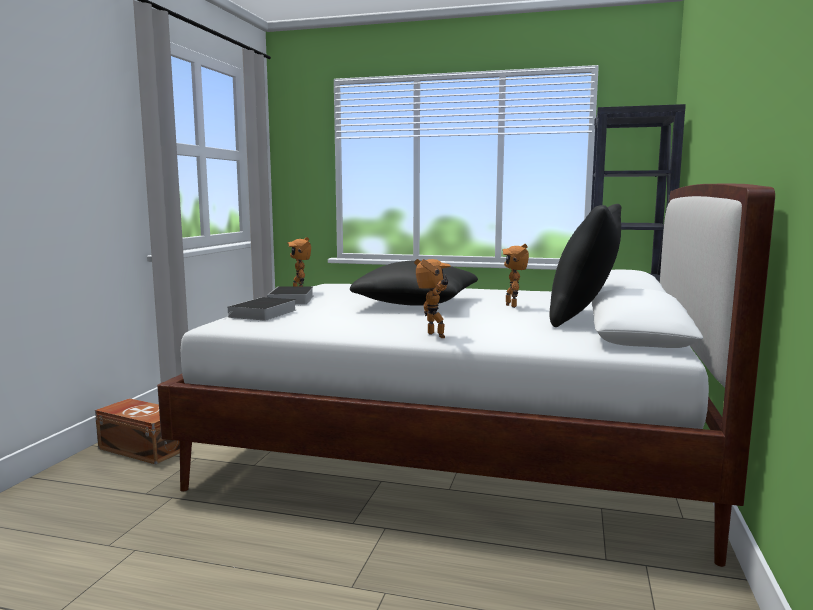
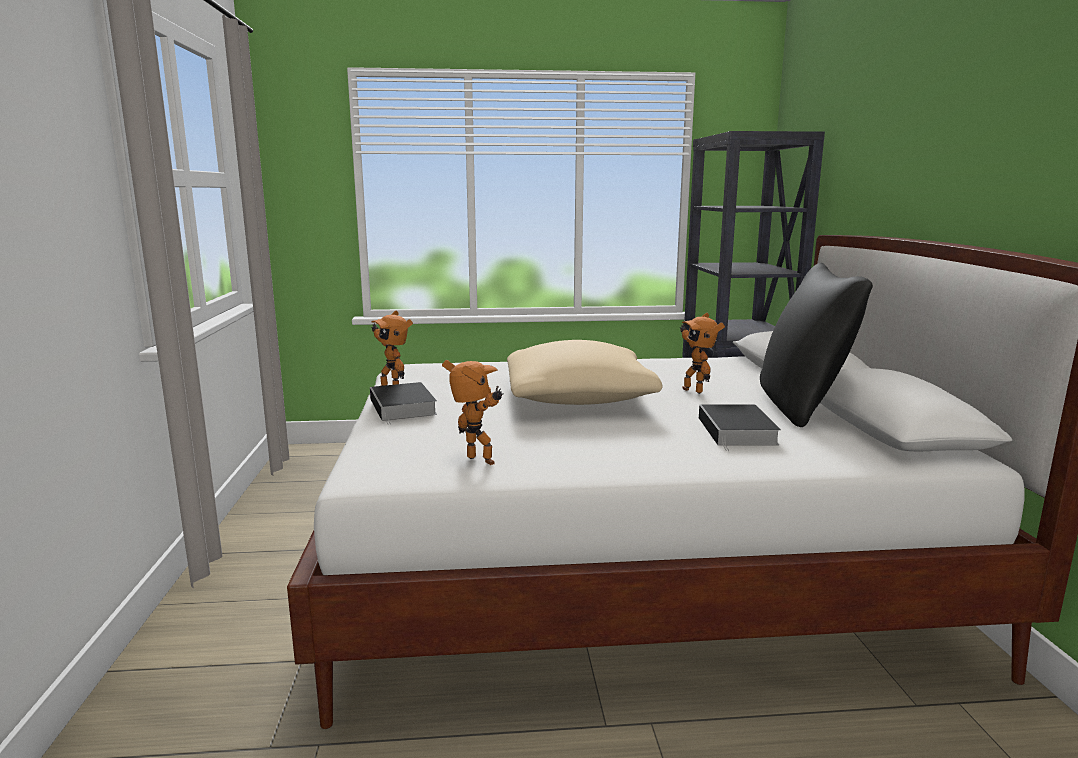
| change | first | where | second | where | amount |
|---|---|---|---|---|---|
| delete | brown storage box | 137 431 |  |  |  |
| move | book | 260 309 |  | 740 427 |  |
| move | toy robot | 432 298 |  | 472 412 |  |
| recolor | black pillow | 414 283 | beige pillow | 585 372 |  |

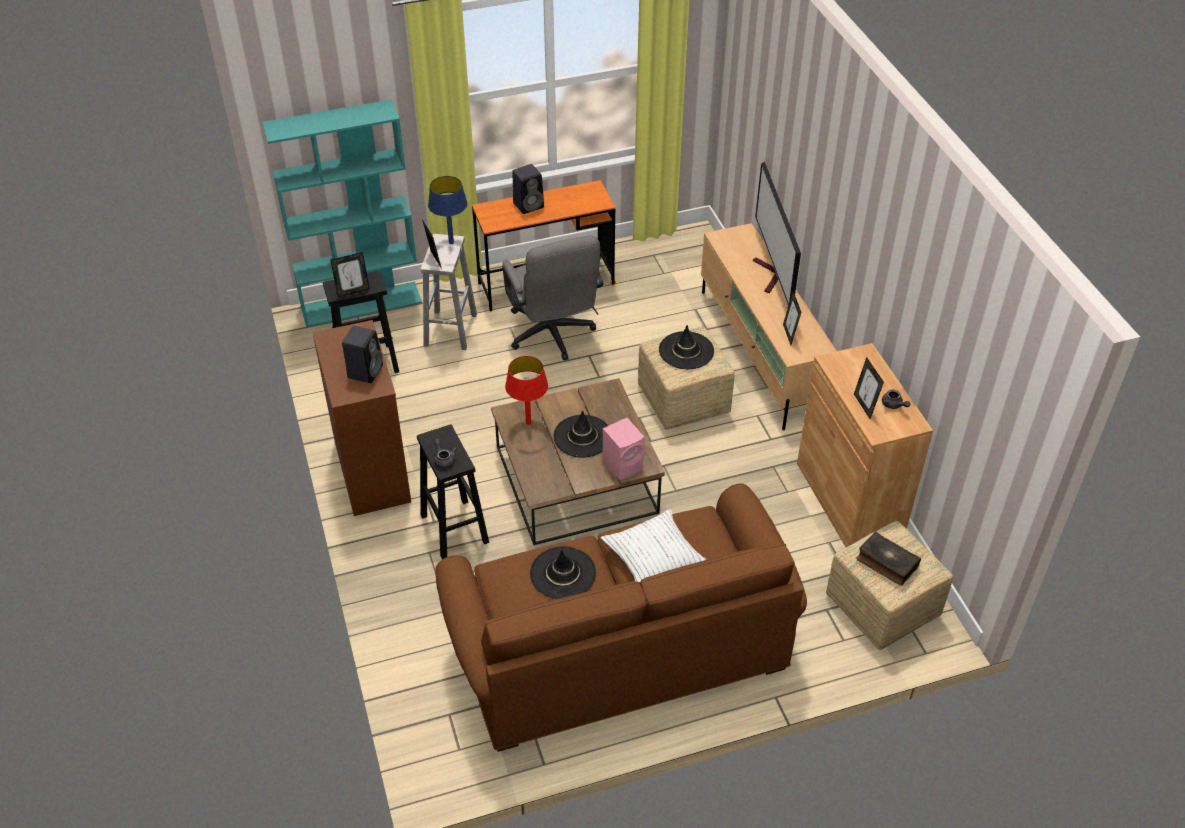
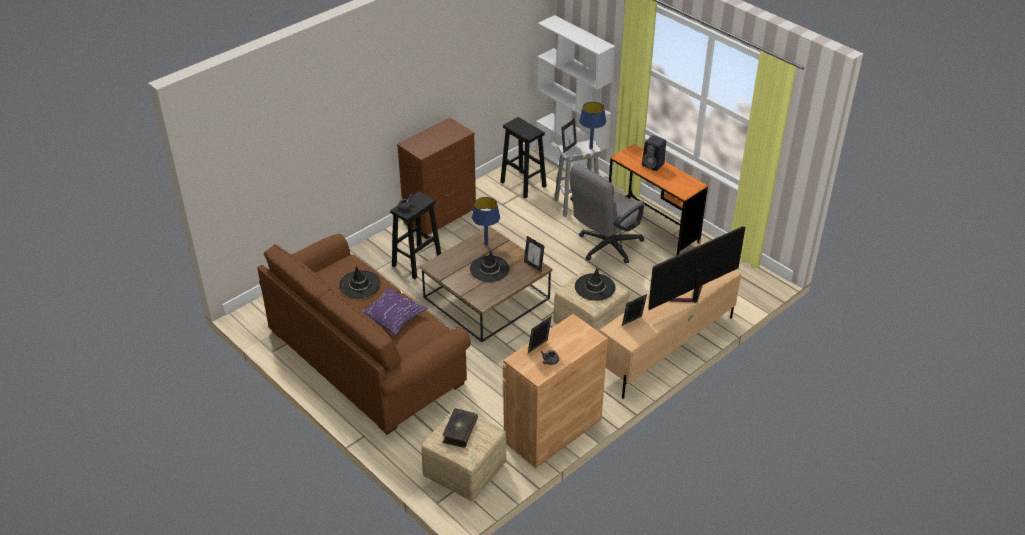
| change | first | where | second | where | amount |
|---|---|---|---|---|---|
| delete | black speaker | 362 354 |  |  |  |
| delete | pink speaker | 624 449 |  |  |  |
| move | picture frame | 350 274 |  | 534 254 |  |
| recolor | turquoise bookcase | 342 213 | white bookcase | 576 96 |  |
| recolor | red table lamp | 526 390 | blue table lamp | 486 221 |  |
| recolor | white pillow | 654 545 | purple pillow | 395 311 |  |

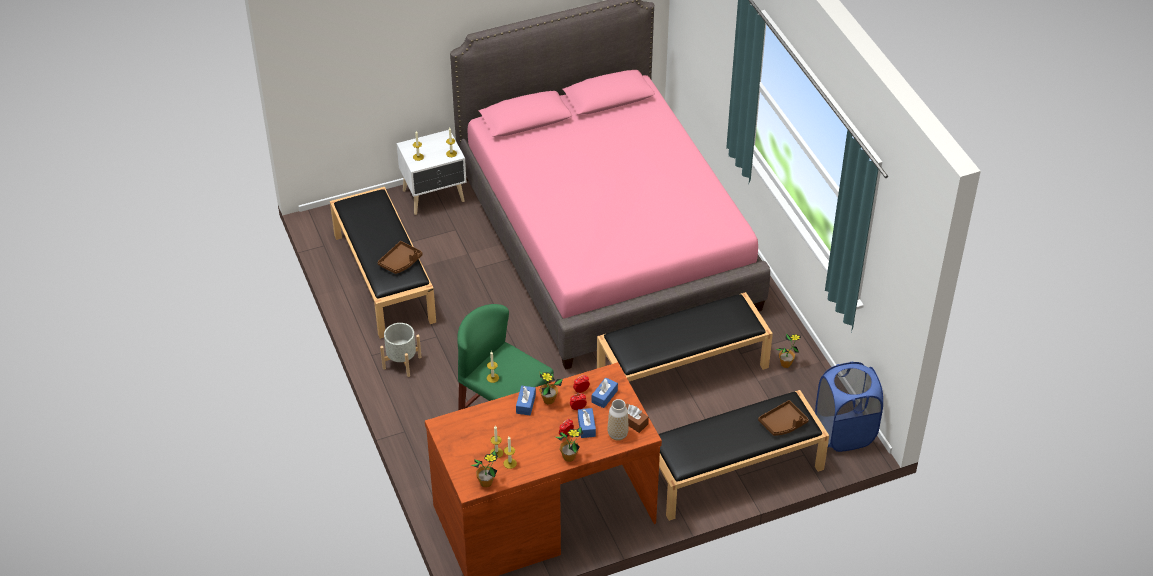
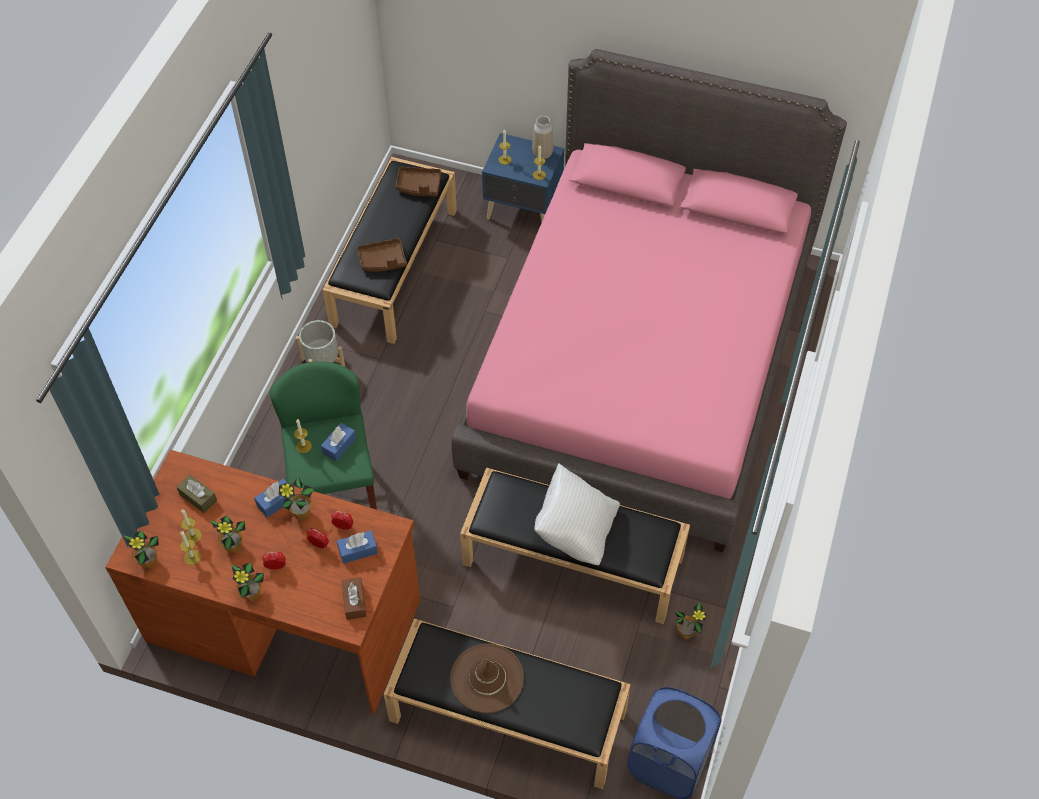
| change | first | where | second | where | amount |
|---|---|---|---|---|---|
| insert |  |  | brown tissue box | 197 494 |  |
| insert |  |  | potted plant | 227 535 |  |
| insert |  |  | brown hat | 487 678 |  |
| insert |  |  | white pillow | 577 514 |  |
| move | blue tissue box | 587 423 |  | 338 442 |  |
| move | vase | 618 420 |  | 542 137 |  |
| move | brown tray | 783 418 |  | 418 182 |  |
| recolor | white nightstand | 432 172 | blue nightstand | 523 178 |  |

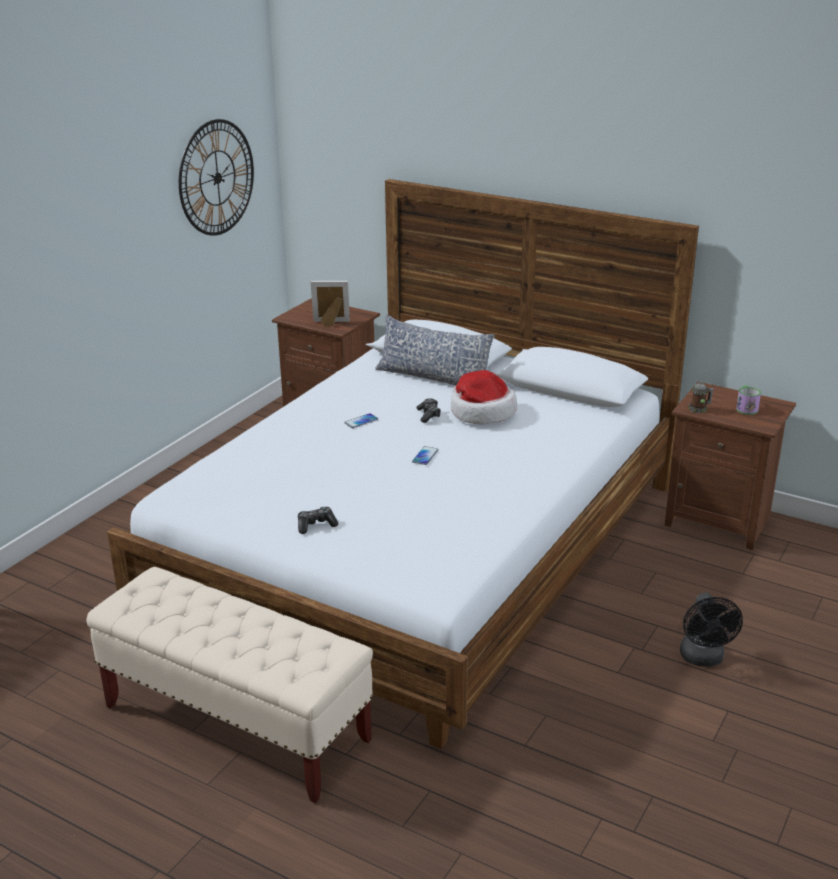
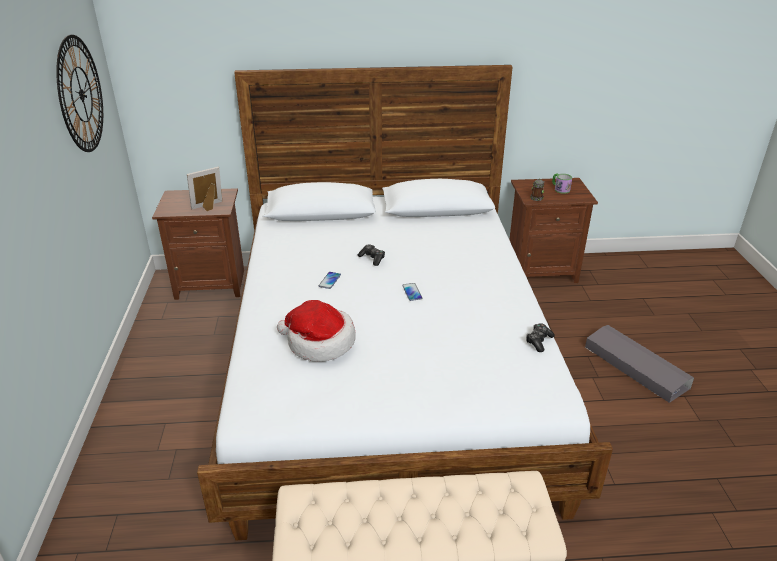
| change | first | where | second | where | amount |
|---|---|---|---|---|---|
| delete | pillow | 435 350 |  |  |  |
| move | game controller | 318 520 |  | 540 337 |  |
| move | hat | 484 397 |  | 316 331 |  |
| replace | black fan | 711 630 | grey storage box | 639 364 |  |

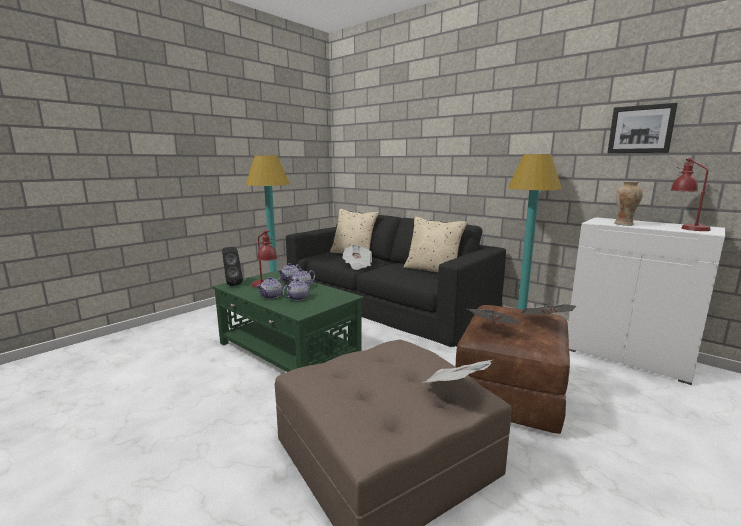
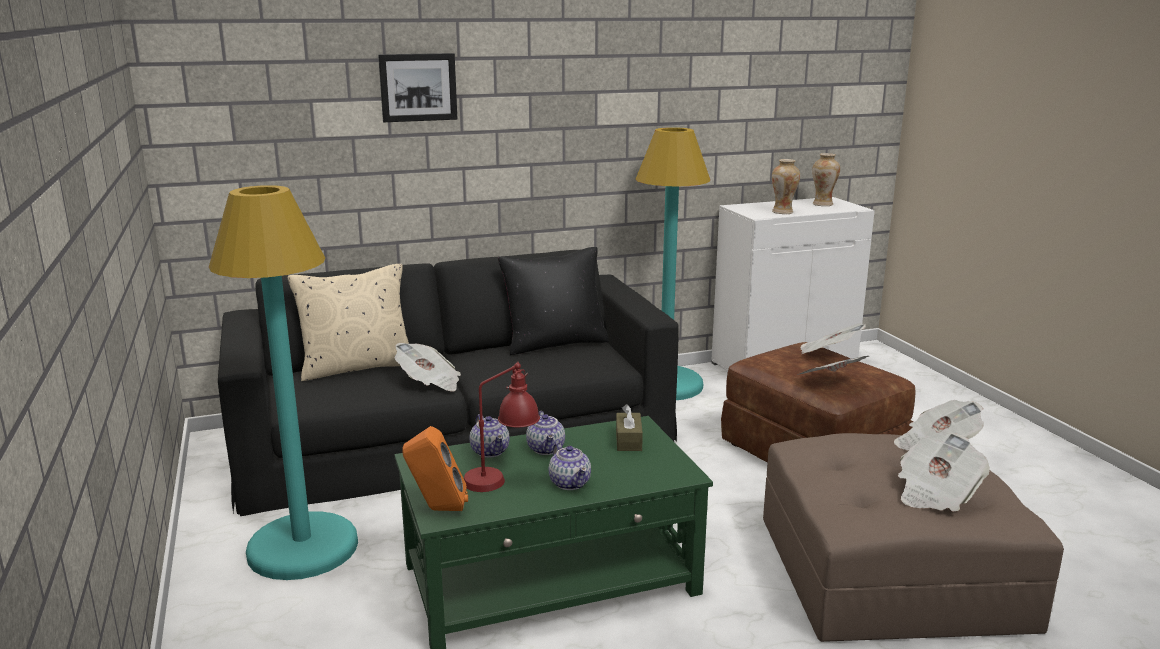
| change | first | where | second | where | amount |
|---|---|---|---|---|---|
| delete | teapot | 297 289 |  |  |  |
| insert |  |  | brown tissue box | 629 427 |  |
| insert |  |  | newspaper | 944 472 |  |
| move | picture | 642 128 |  | 417 87 |  |
| replace | red table lamp | 691 194 | vase | 826 179 |  |
| recolor | black speaker | 232 266 | orange speaker | 435 468 |  |
| recolor | beige pillow | 436 244 | black pillow | 553 301 |  |

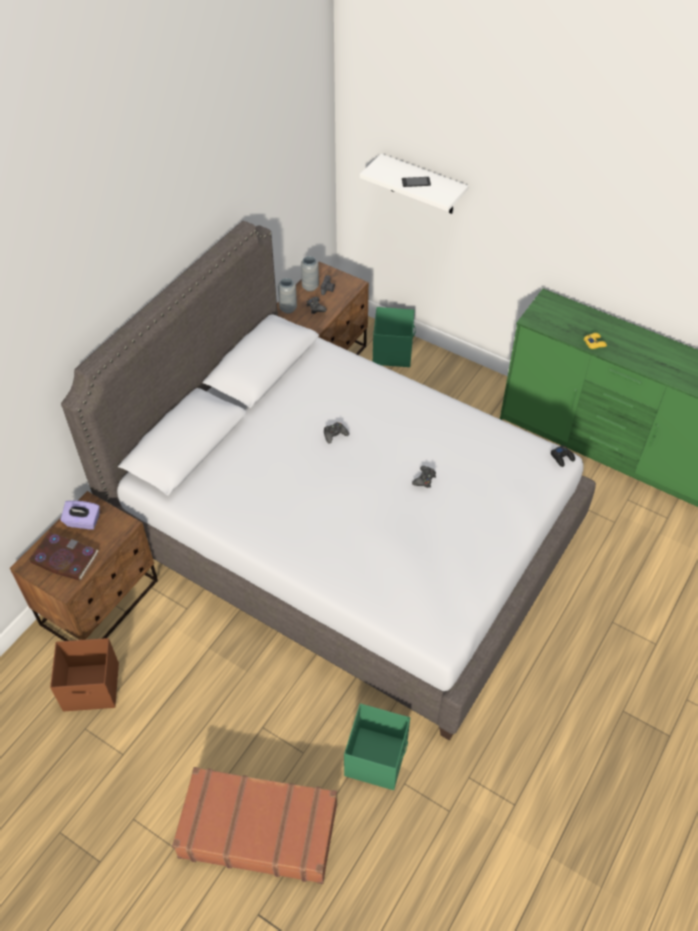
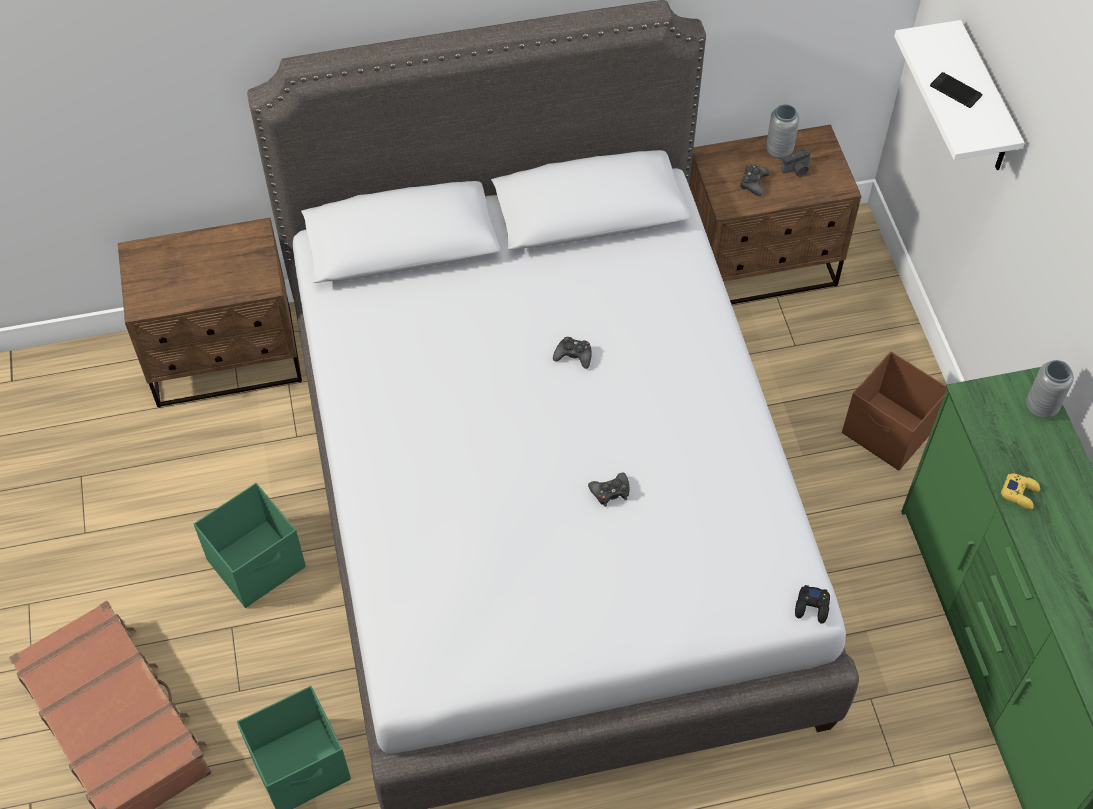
| change | first | where | second | where | amount |
|---|---|---|---|---|---|
| delete | book | 64 556 |  |  |  |
| delete | purple tissue box | 80 515 |  |  |  |
| move | brown storage box | 84 675 |  | 894 411 |  |
| move | grey vase | 287 295 |  | 1050 389 |  |
| move | green storage box | 394 337 |  | 250 545 |  |

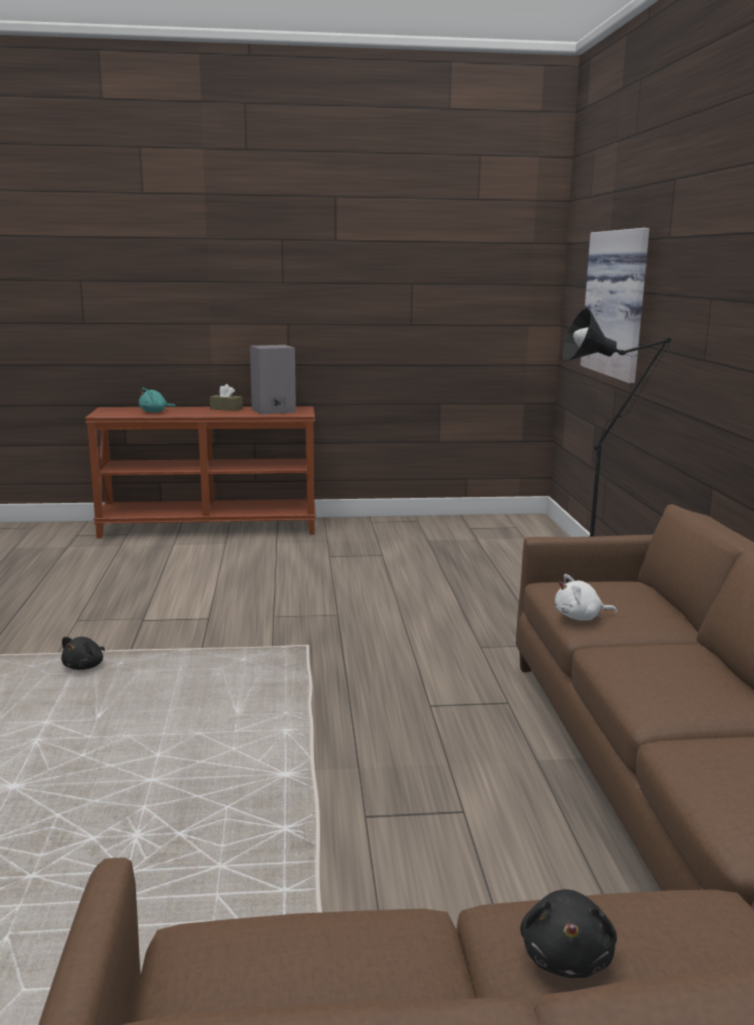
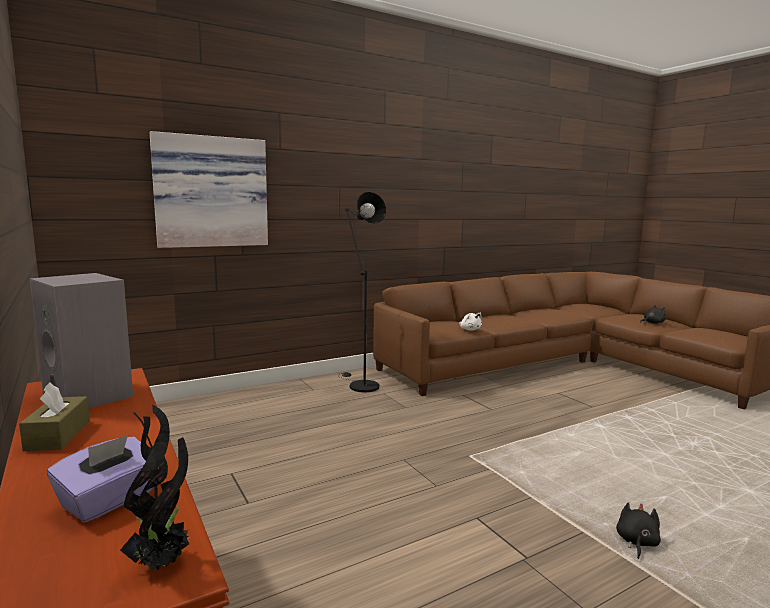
| change | first | where | second | where | amount |
|---|---|---|---|---|---|
| insert |  |  | potted plant | 156 487 |  |
| replace | turquoise plush toy | 157 399 | purple tissue box | 99 478 |  |
| rotate | black plush toy | 83 653 |  | 638 530 | 60 degrees counterclockwise |

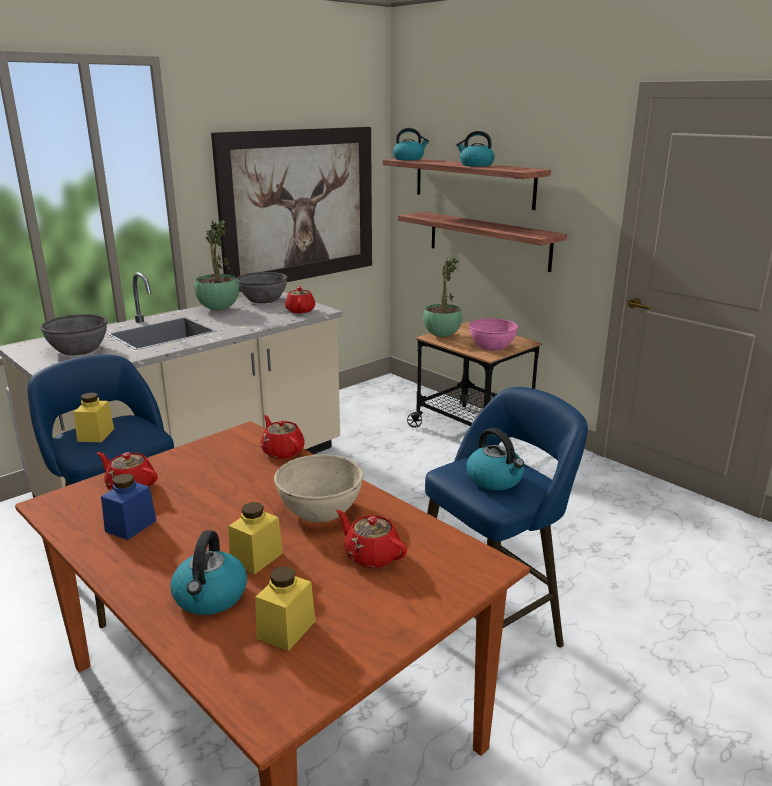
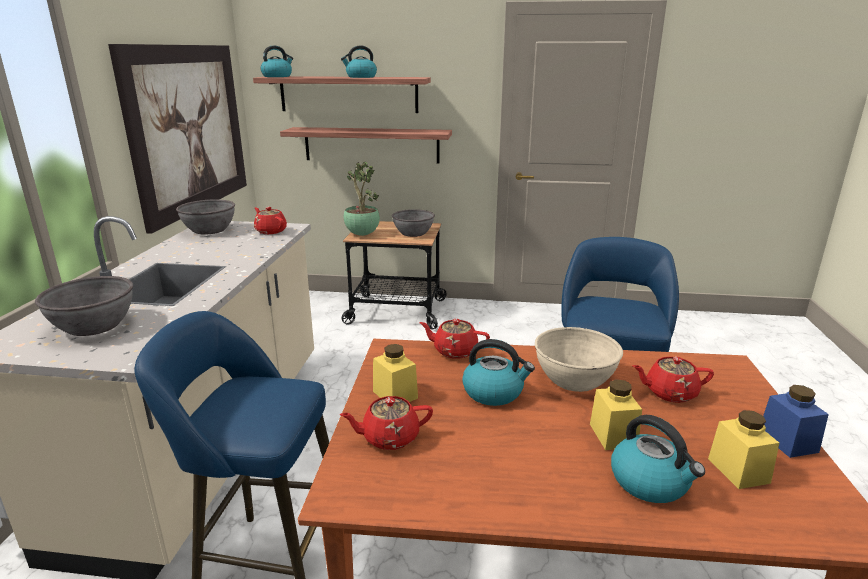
| change | first | where | second | where | amount |
|---|---|---|---|---|---|
| delete | potted plant | 216 265 |  |  |  |
| move | yellow jar | 94 417 |  | 395 373 |  |
| move | blue jar | 129 507 |  | 796 421 |  |
| move | kettle | 495 459 |  | 498 372 |  |
| recolor | pink bowl | 493 334 | grey bowl | 413 223 |  |

